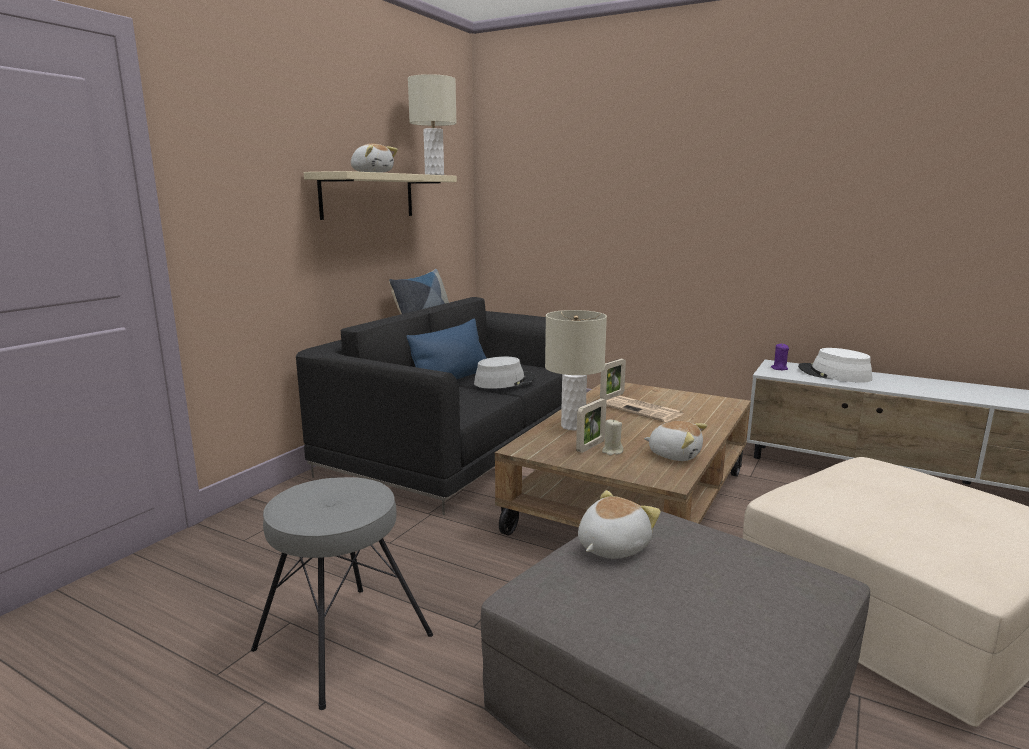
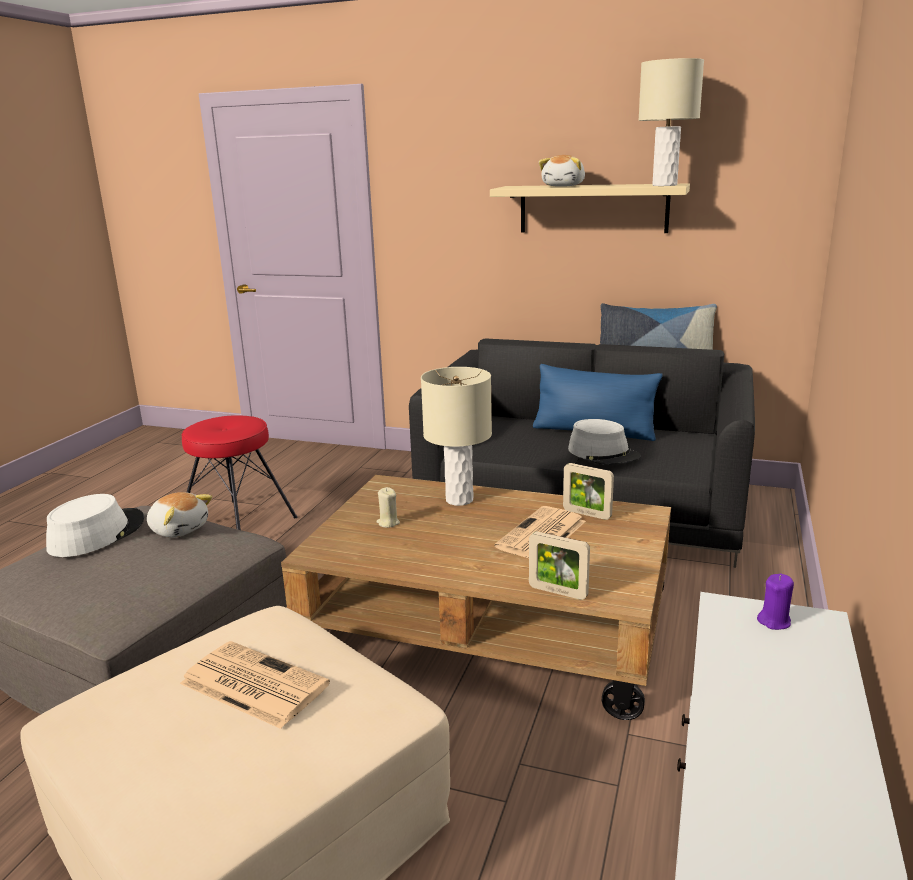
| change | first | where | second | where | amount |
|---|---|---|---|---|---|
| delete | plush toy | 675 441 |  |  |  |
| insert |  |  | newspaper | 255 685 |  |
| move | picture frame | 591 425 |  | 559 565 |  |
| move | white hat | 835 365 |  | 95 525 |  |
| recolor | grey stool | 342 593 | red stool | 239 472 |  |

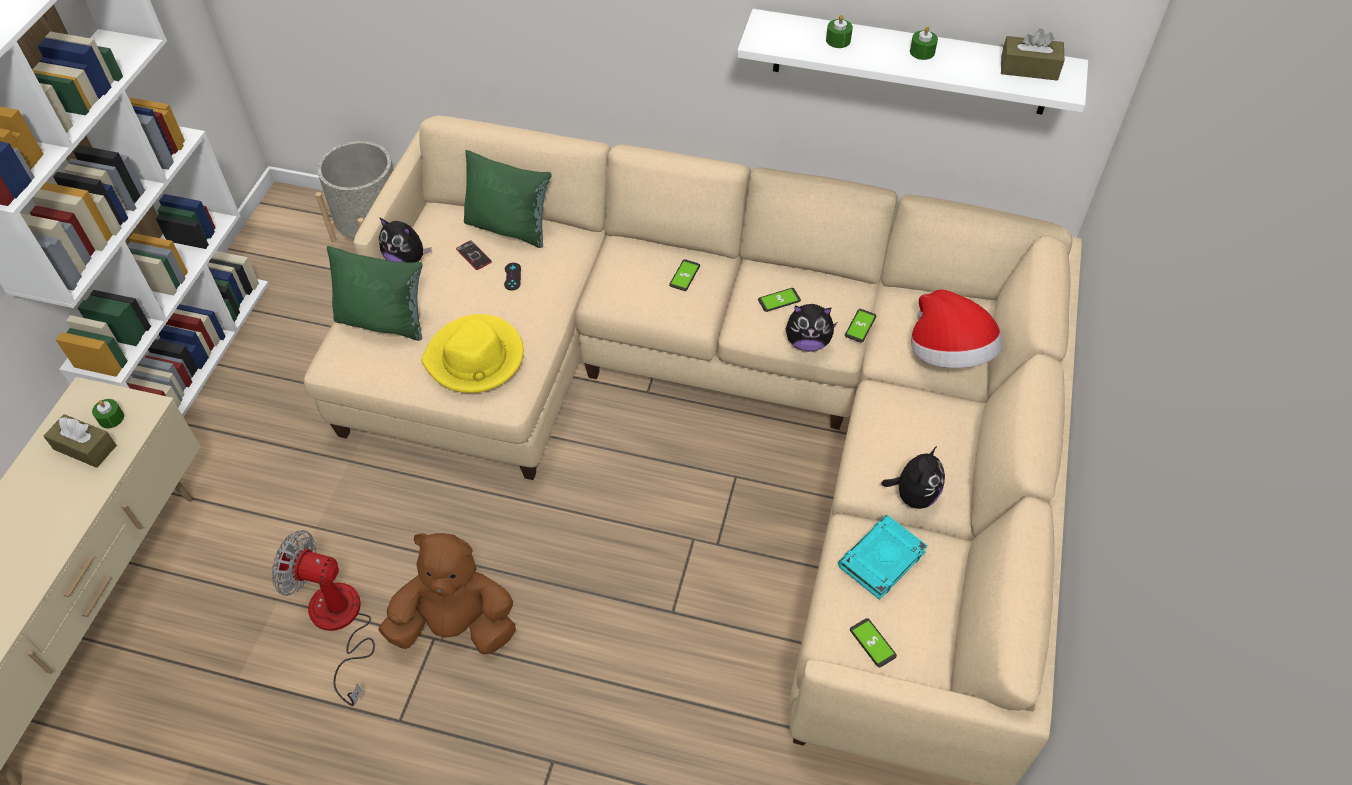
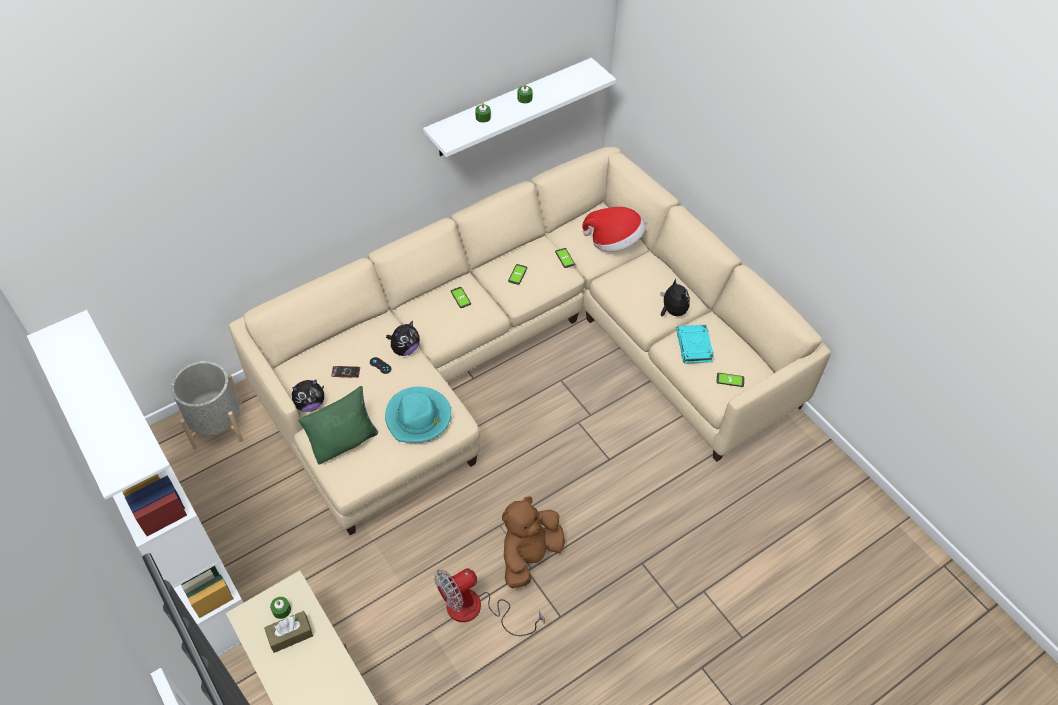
| change | first | where | second | where | amount |
|---|---|---|---|---|---|
| delete | green pillow | 508 199 |  |  |  |
| delete | brown tissue box | 1032 54 |  |  |  |
| move | plush toy | 811 328 |  | 403 338 |  |
| recolor | yellow hat | 472 353 | turquoise hat | 418 415 |  |

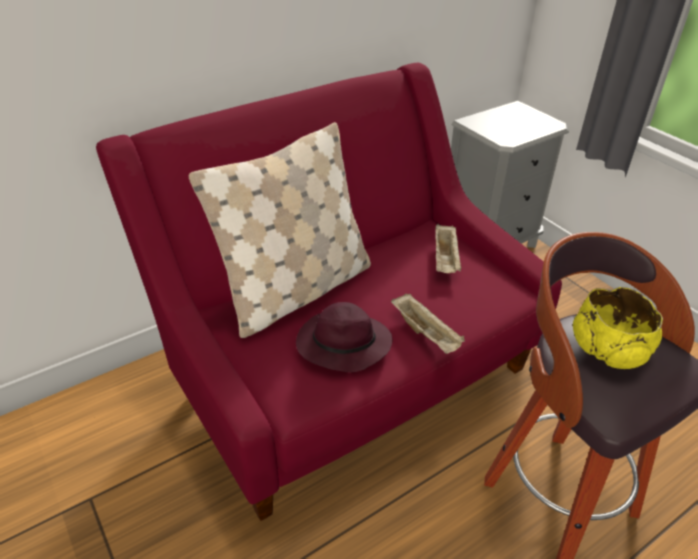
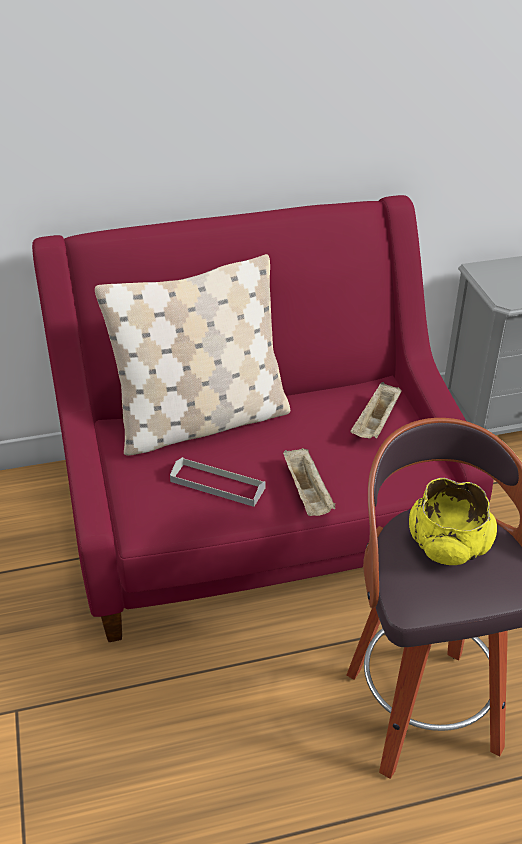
| change | first | where | second | where | amount |
|---|---|---|---|---|---|
| replace | purple hat | 344 337 | grey tray | 218 482 |  |

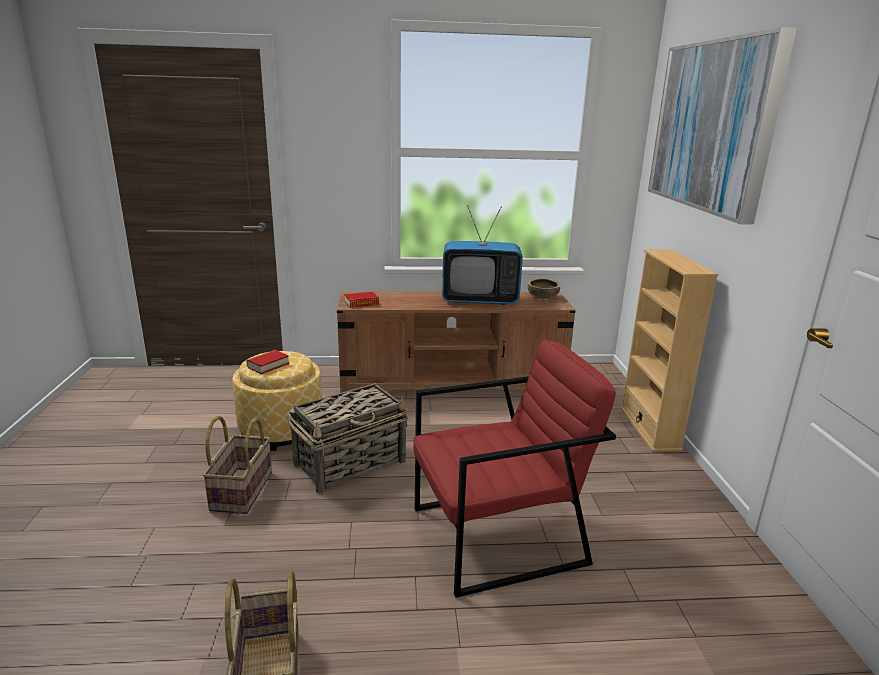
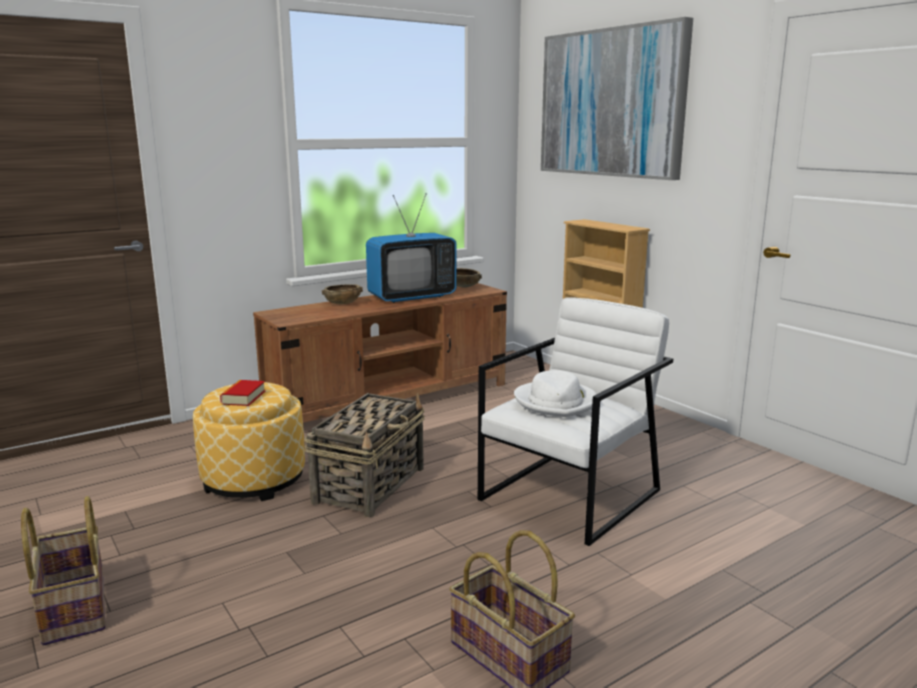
| change | first | where | second | where | amount |
|---|---|---|---|---|---|
| delete | book | 362 300 |  |  |  |
| insert |  |  | brown bowl | 342 294 |  |
| insert |  |  | white hat | 555 393 |  |
| move | basket | 237 465 |  | 63 571 |  |
| recolor | red armchair | 514 468 | white armchair | 575 421 |  |

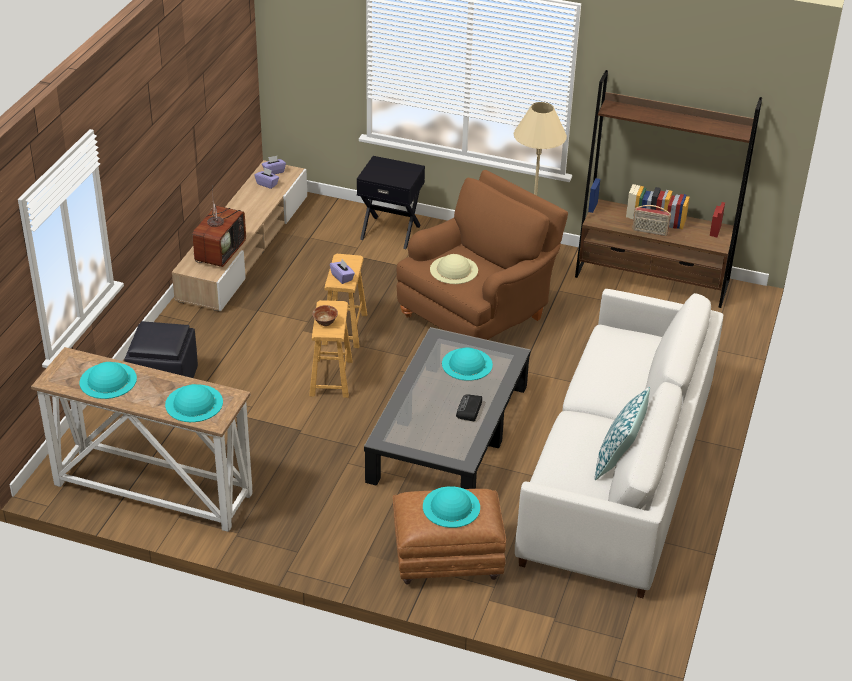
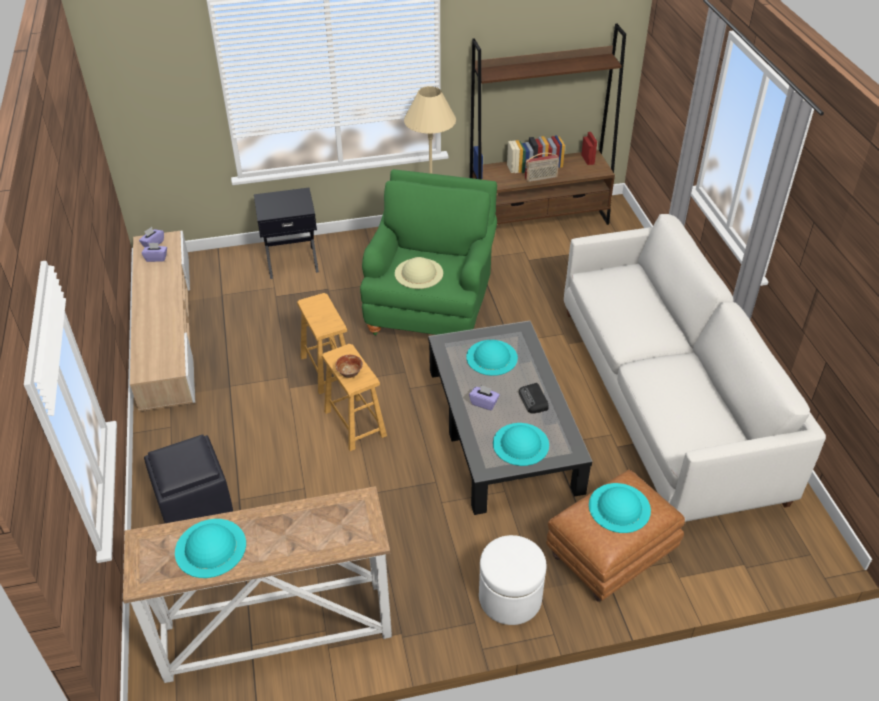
| change | first | where | second | where | amount |
|---|---|---|---|---|---|
| delete | television | 219 226 |  |  |  |
| delete | pillow | 622 433 |  |  |  |
| insert |  |  | white ottoman | 512 580 |  |
| move | turquoise hat | 194 403 |  | 521 444 |  |
| move | purple tissue box | 342 271 |  | 484 397 |  |
| recolor | brown armchair | 482 255 | green armchair | 428 252 |  |

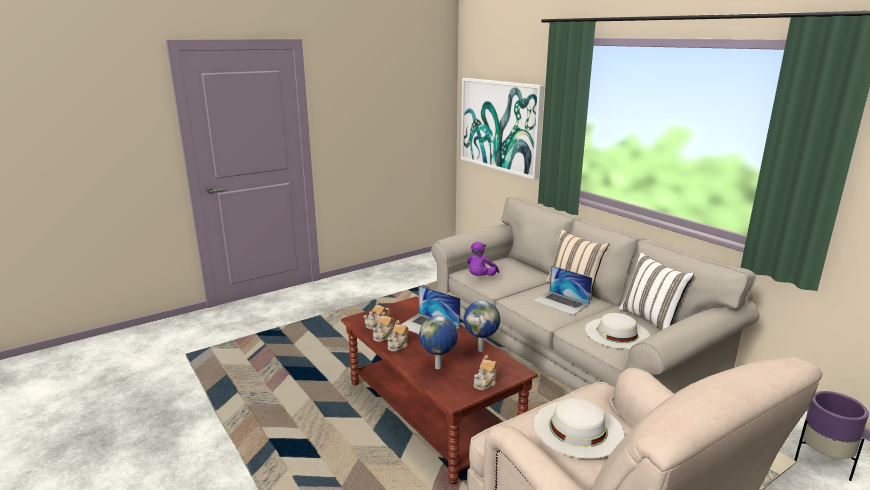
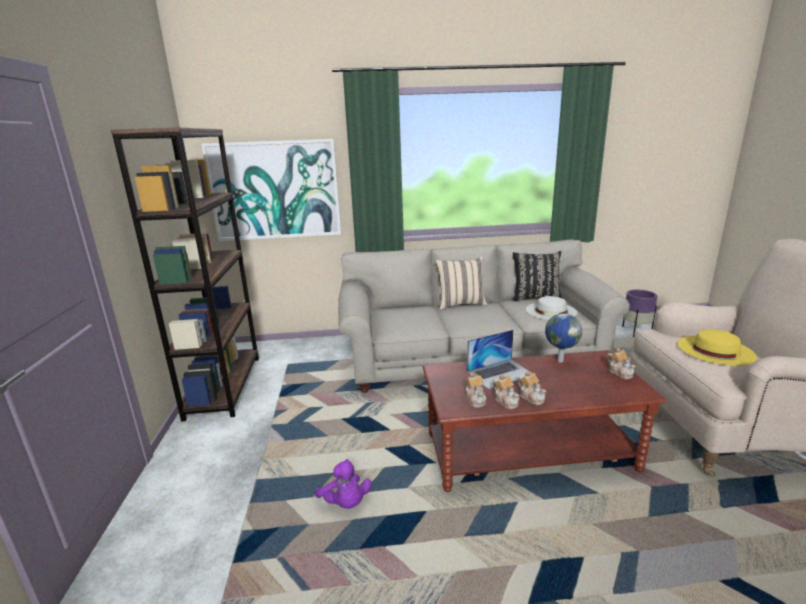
| change | first | where | second | where | amount |
|---|---|---|---|---|---|
| delete | globe | 438 342 |  |  |  |
| delete | laptop | 562 290 |  |  |  |
| insert |  |  | brown bookcase | 185 275 |  |
| move | purple plush toy | 483 259 |  | 343 484 |  |
| recolor | white hat | 579 428 | yellow hat | 717 347 |  |
| recolor | white pillow | 656 291 | black pillow | 538 276 |  |

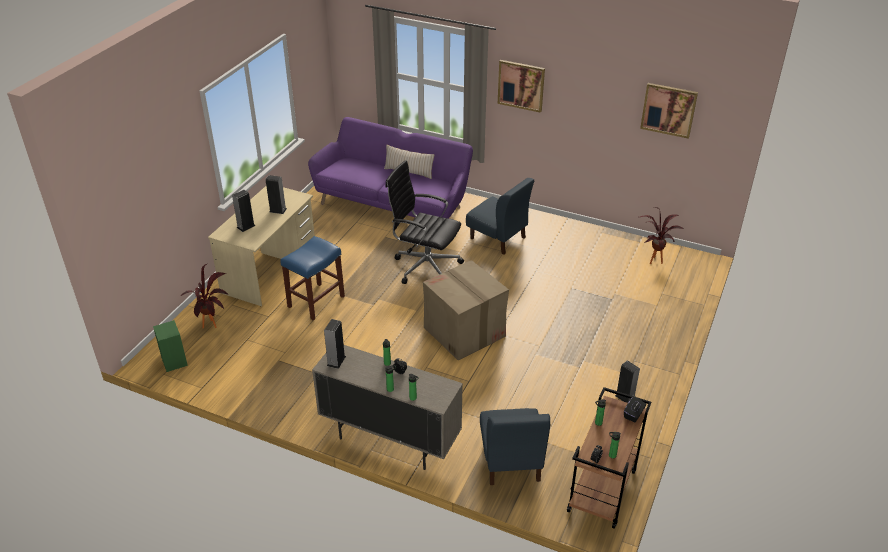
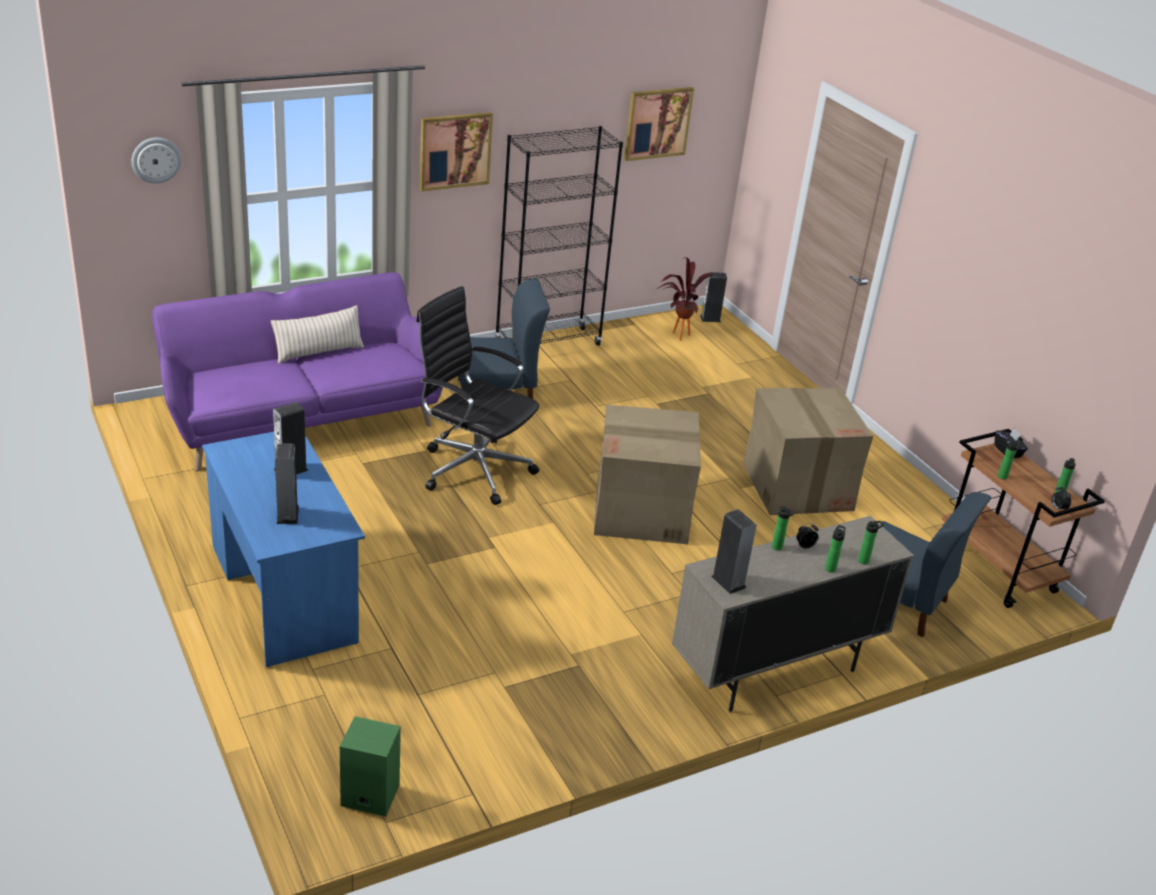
| change | first | where | second | where | amount |
|---|---|---|---|---|---|
| delete | potted plant | 204 296 |  |  |  |
| delete | blue stool | 312 278 |  |  |  |
| insert |  |  | wall clock | 156 161 |  |
| insert |  |  | black bookcase | 559 236 |  |
| insert |  |  | cardboard box | 808 451 |  |
| move | speaker | 627 381 |  | 713 297 |  |
| recolor | beige desk | 261 246 | blue desk | 283 549 |  |
| rotate | black office chair | 424 222 |  | 477 395 | 60 degrees clockwise |

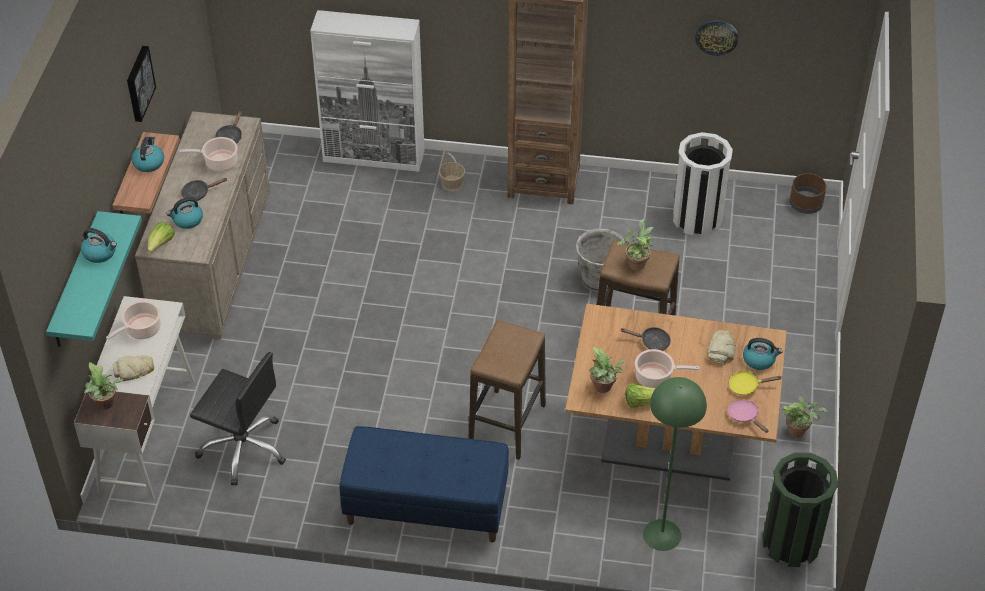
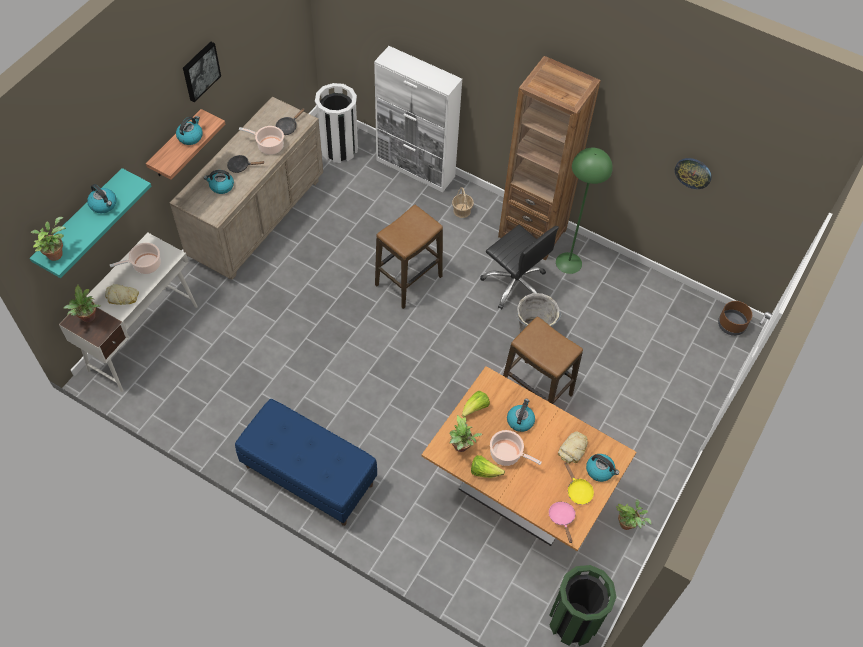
| change | first | where | second | where | amount |
|---|---|---|---|---|---|
| move | lettuce | 161 237 |  | 476 404 |  |
| move | black office chair | 238 419 |  | 519 267 |  |
| move | stool | 507 390 |  | 409 257 |  |
| move | potted plant | 635 244 |  | 48 239 |  |
| move | green floor lamp | 675 464 |  | 584 211 |  |
| move | white trash can | 703 184 |  | 336 123 |  |
| replace | black frying pan | 646 339 | kettle | 521 415 |  |
| rotate | yellow frying pan | 755 382 |  | 579 483 | 135 degrees counterclockwise |

